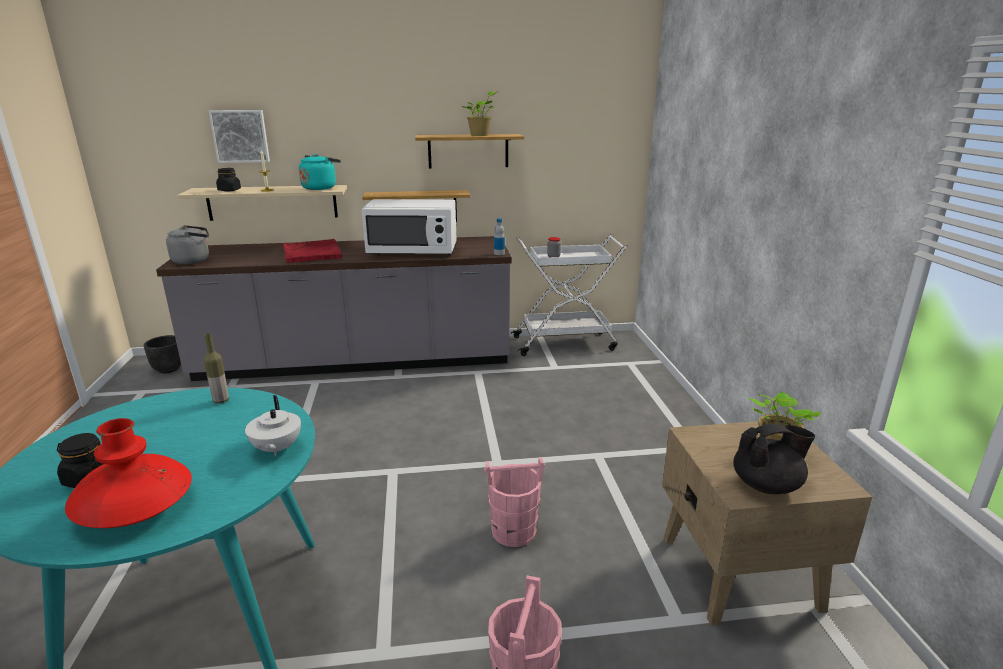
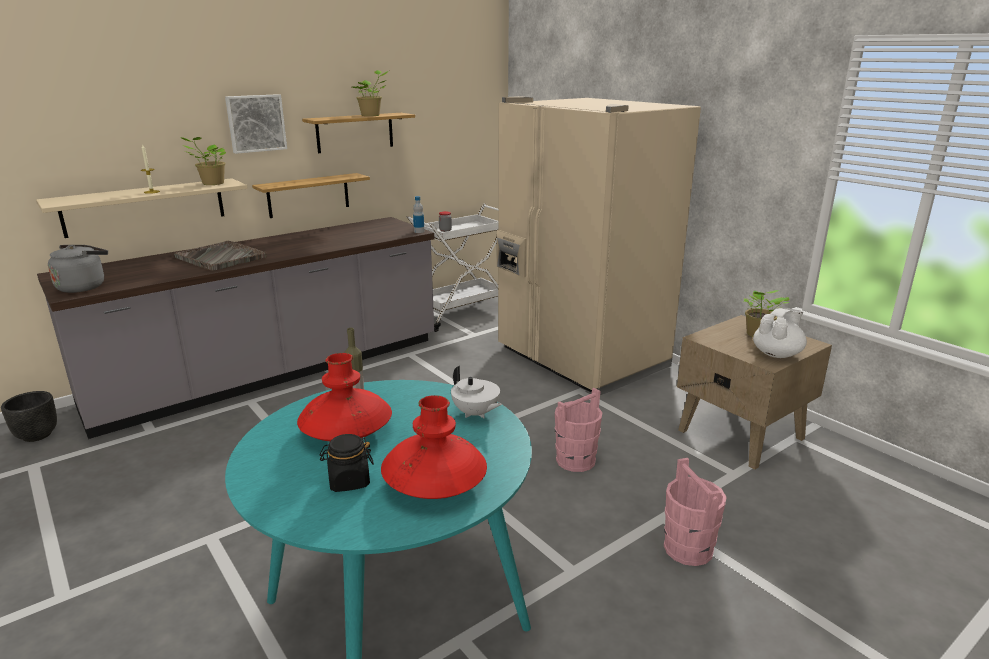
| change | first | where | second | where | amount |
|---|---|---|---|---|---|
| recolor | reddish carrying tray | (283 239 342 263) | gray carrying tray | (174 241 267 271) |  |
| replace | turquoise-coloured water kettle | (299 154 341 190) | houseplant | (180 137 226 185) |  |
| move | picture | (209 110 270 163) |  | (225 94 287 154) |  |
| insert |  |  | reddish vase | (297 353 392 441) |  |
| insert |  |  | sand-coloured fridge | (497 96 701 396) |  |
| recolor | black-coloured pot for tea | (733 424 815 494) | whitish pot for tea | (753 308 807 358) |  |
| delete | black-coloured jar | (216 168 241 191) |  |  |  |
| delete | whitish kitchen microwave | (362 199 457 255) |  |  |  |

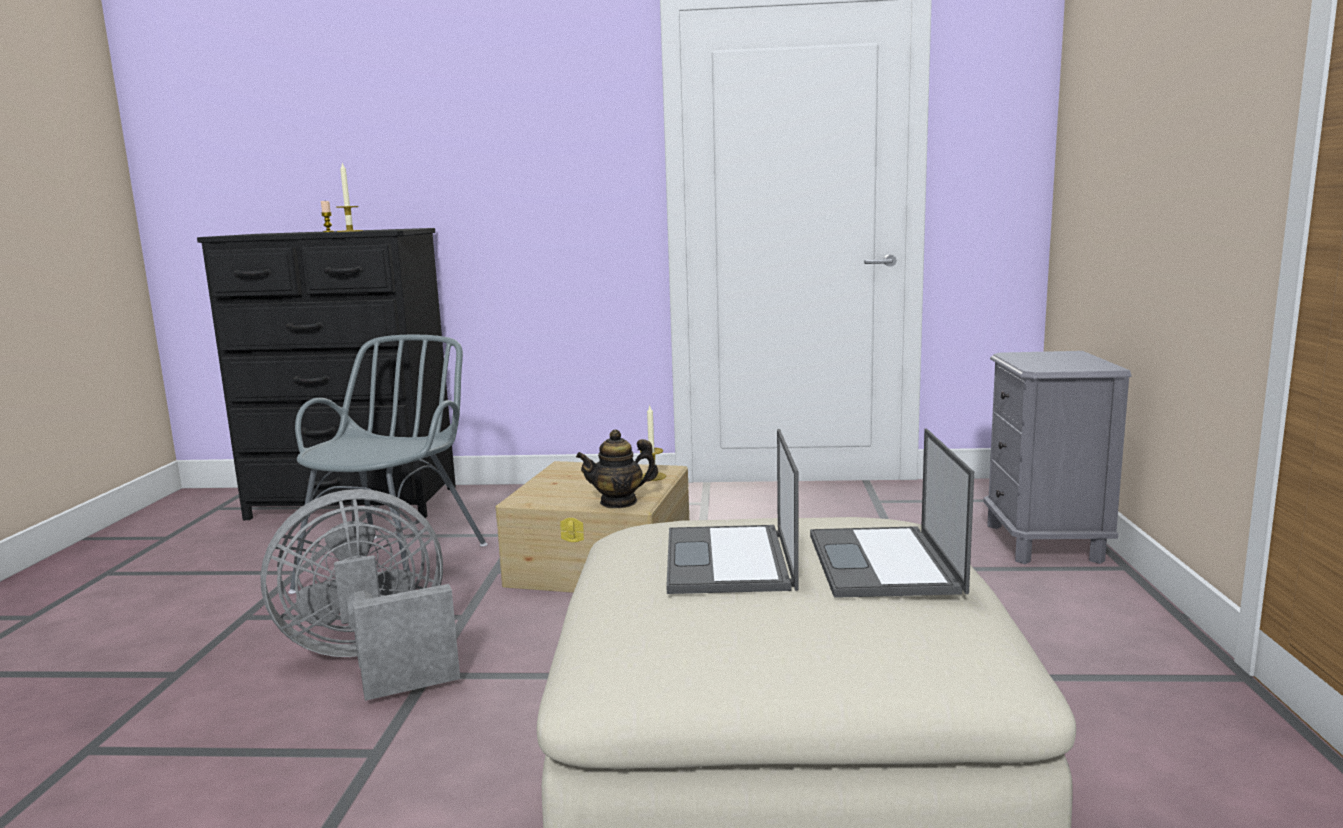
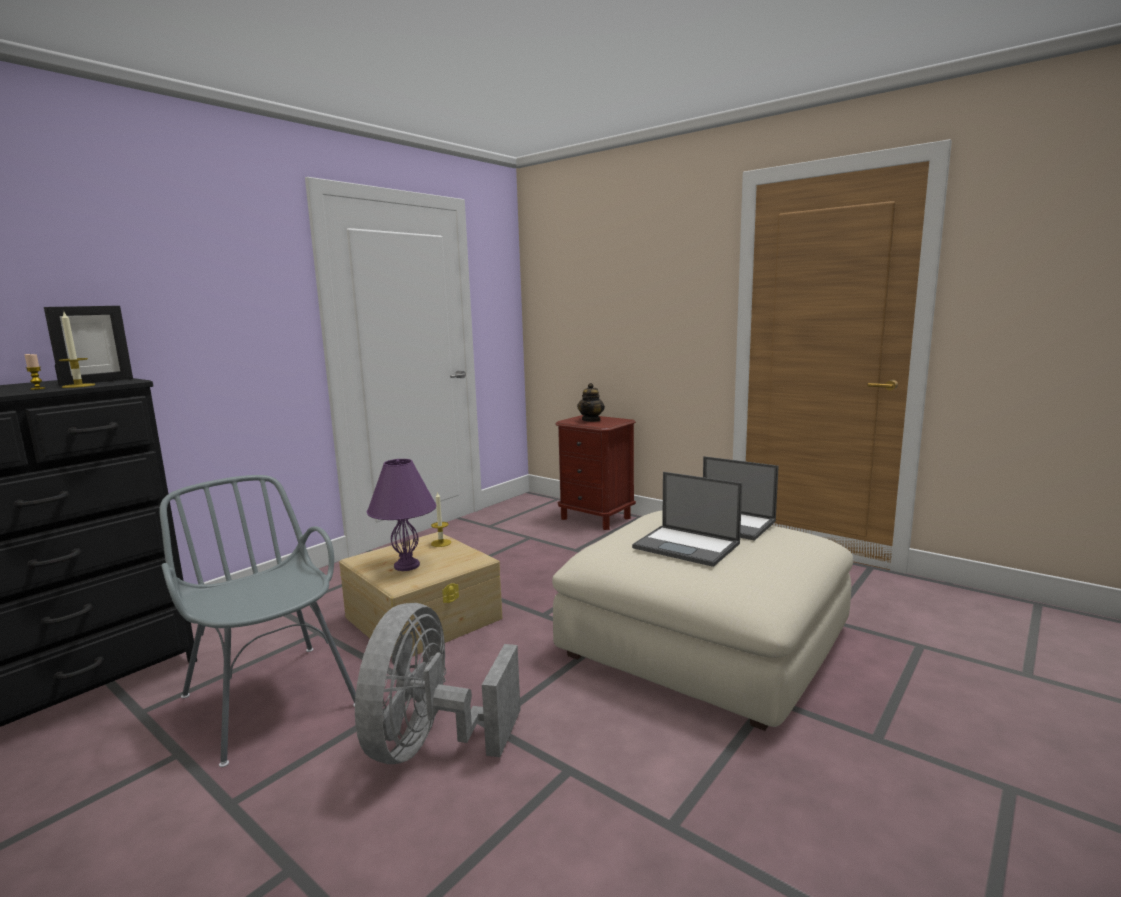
| change | first | where | second | where | amount |
|---|---|---|---|---|---|
| insert |  |  | photo frame | (44 306 133 386) |  |
| insert |  |  | purple-coloured tabletop lamp | (367 459 436 571) |  |
| recolor | gray nightstand | (983 351 1131 564) | brown nightstand | (555 415 636 530) |  |
| move | pot for tea | (576 430 658 508) |  | (577 383 605 422) |  |

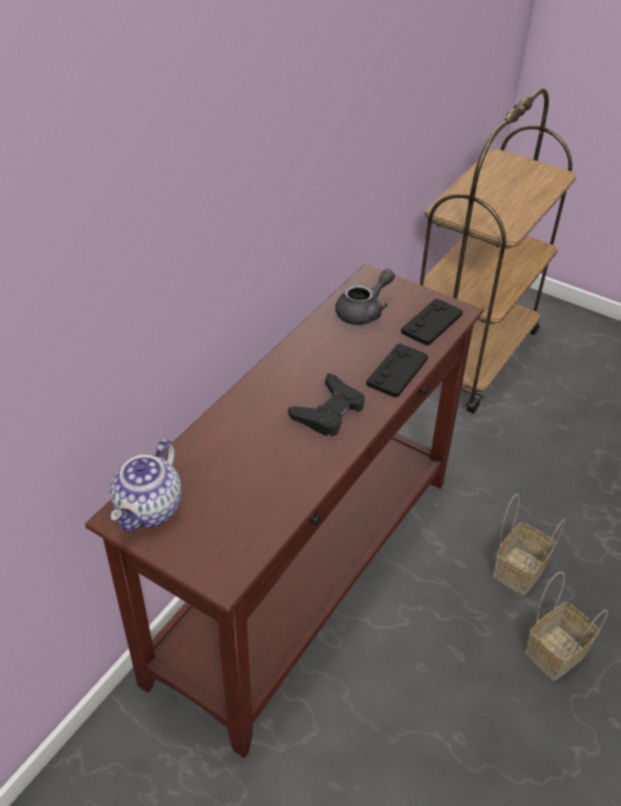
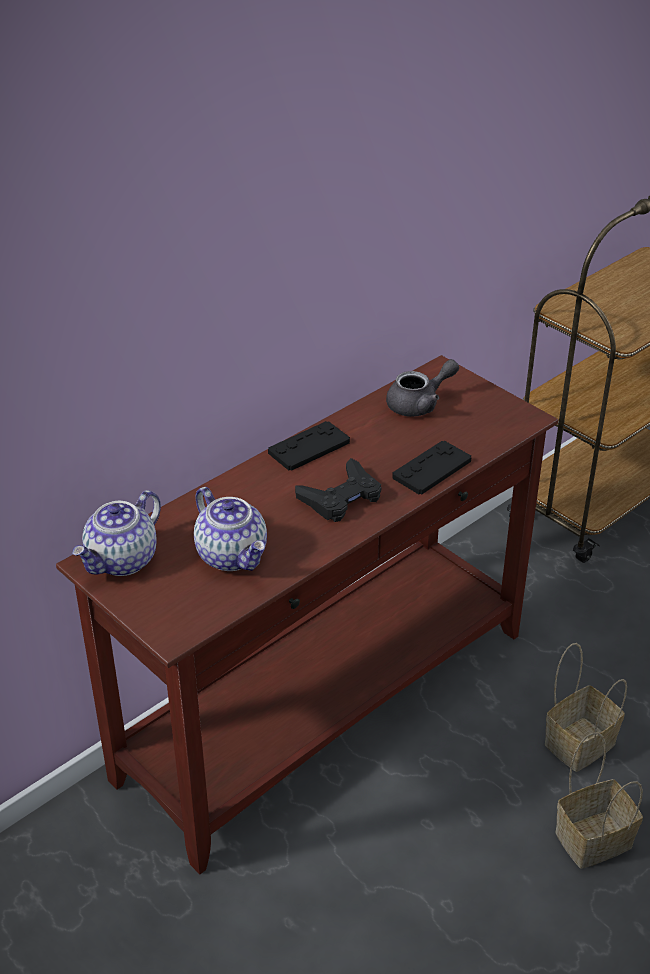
| change | first | where | second | where | amount |
|---|---|---|---|---|---|
| insert |  |  | pot for tea | (194 487 267 571) |  |
| move | black-coloured gamepad | (401 299 463 346) |  | (268 421 350 471) |  |

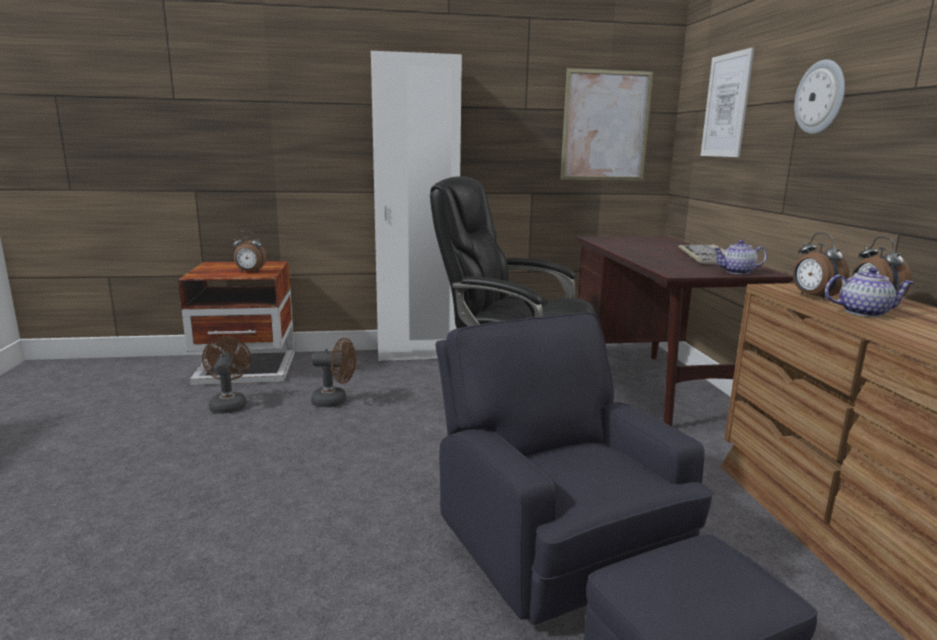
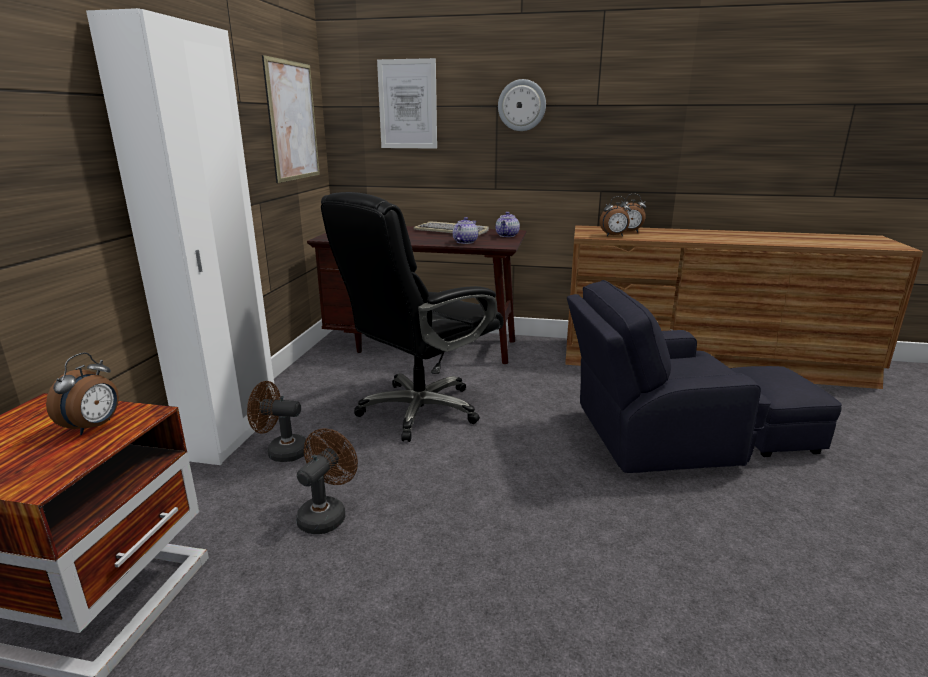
| change | first | where | second | where | amount |
|---|---|---|---|---|---|
| move | brown fan | (202 336 251 414) |  | (247 381 308 462) |  |
| move | pot for tea | (825 267 914 317) |  | (453 217 478 244) |  |

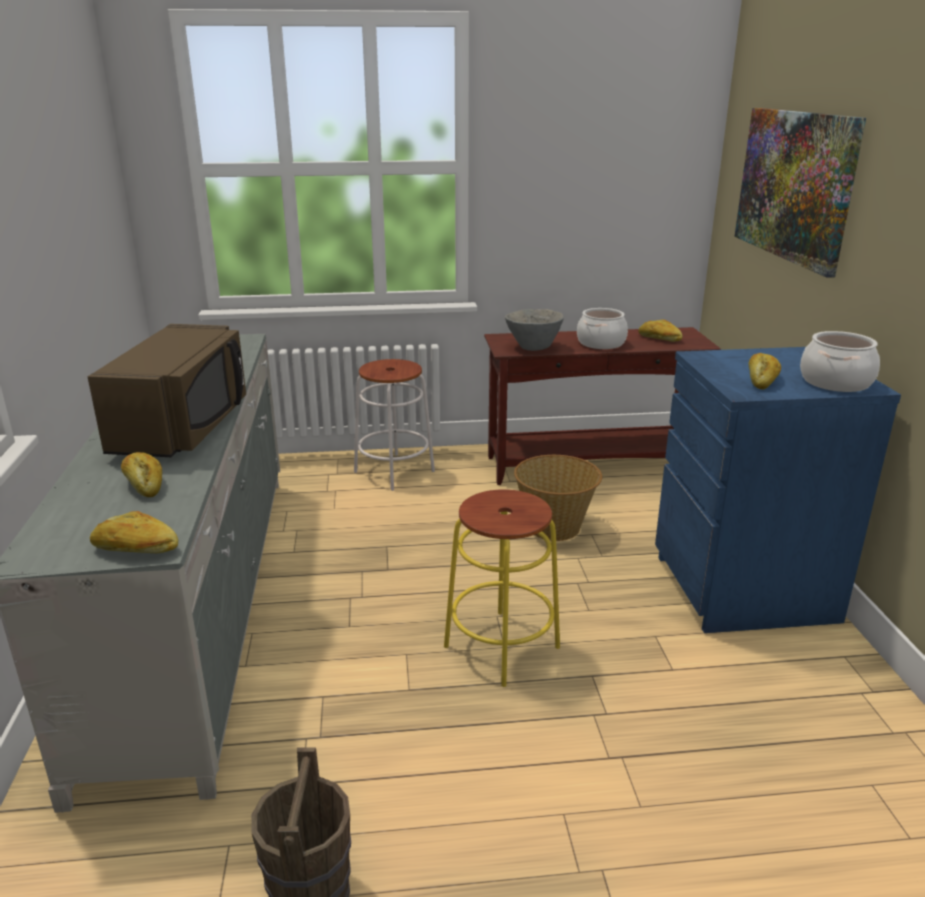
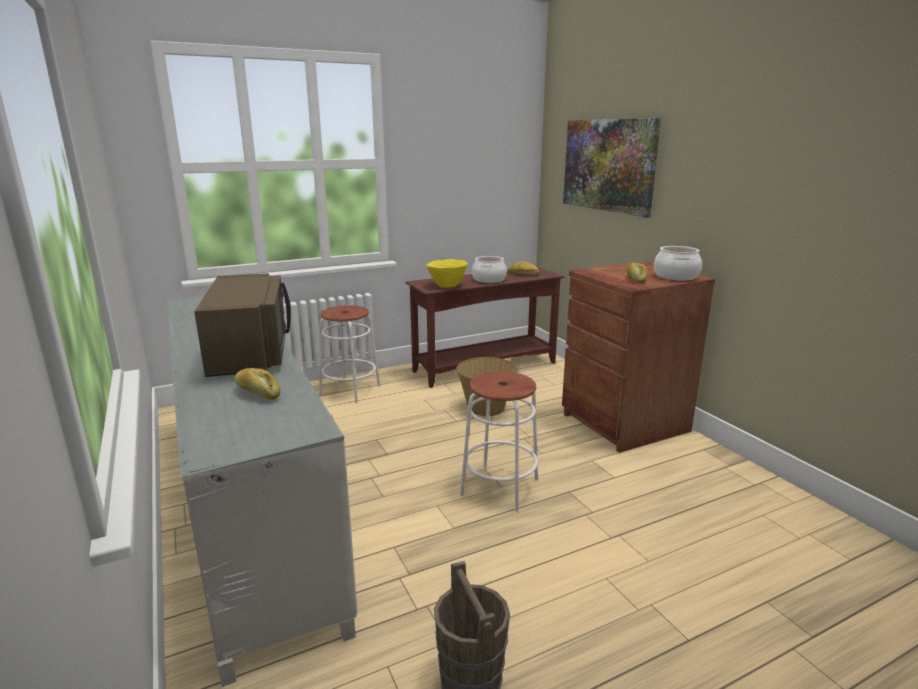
| change | first | where | second | where | amount |
|---|---|---|---|---|---|
| recolor | gray deep dish | (505 309 564 351) | yellow-coloured deep dish | (426 259 468 288) |  |
| recolor | yellow-coloured stool seat | (444 489 560 687) | whitish stool seat | (460 371 538 511) |  |
| recolor | bluish chest of drawers | (655 347 901 633) | brown chest of drawers | (562 261 715 453) |  |
| delete | bakery bread | (90 511 178 553) |  |  |  |

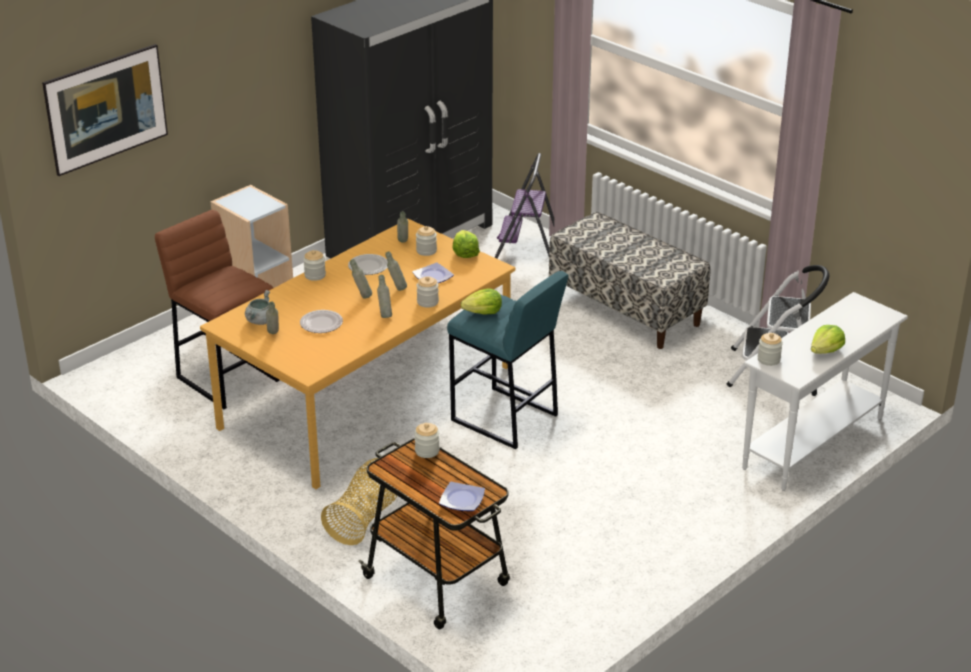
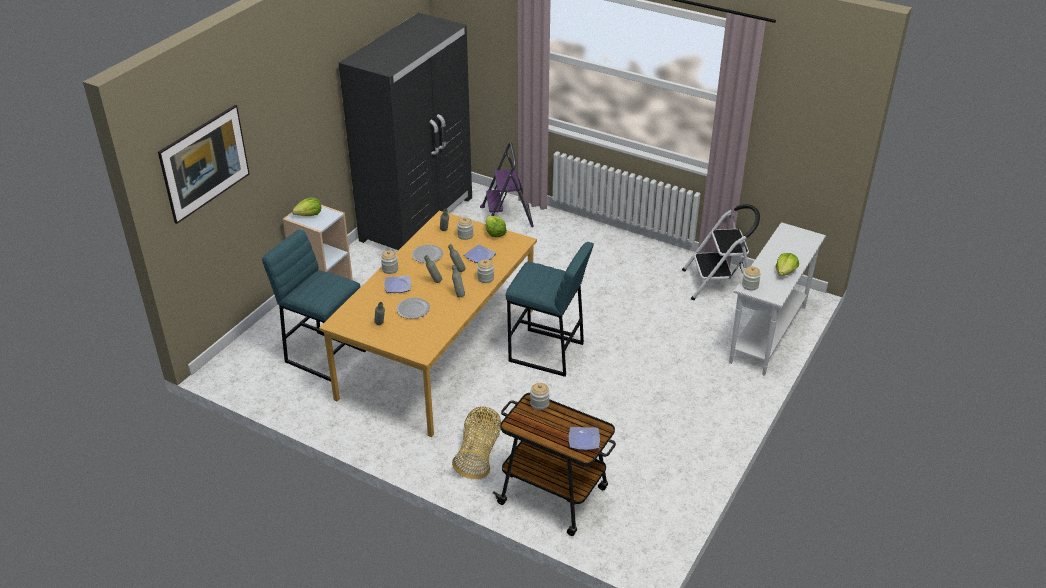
| change | first | where | second | where | amount |
|---|---|---|---|---|---|
| recolor | brown stool seat | (155 210 279 409) | turquoise-coloured stool seat | (262 230 366 382) |  |
| move | lettuce head | (461 289 502 315) |  | (292 197 321 216) |  |
| insert |  |  | dinner plate | (385 275 411 293) |  |
| delete | gray saucepot | (245 290 270 325) |  |  |  |
| delete | long seat | (549 212 711 349) |  |  |  |

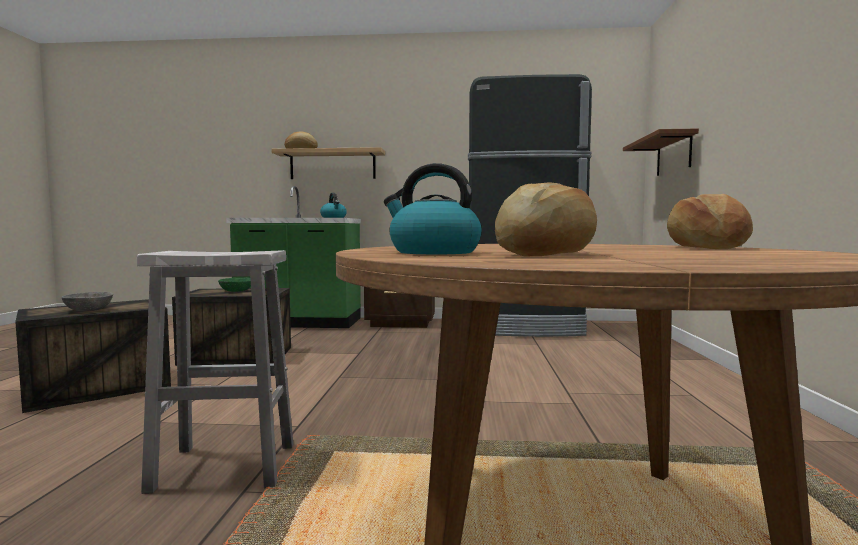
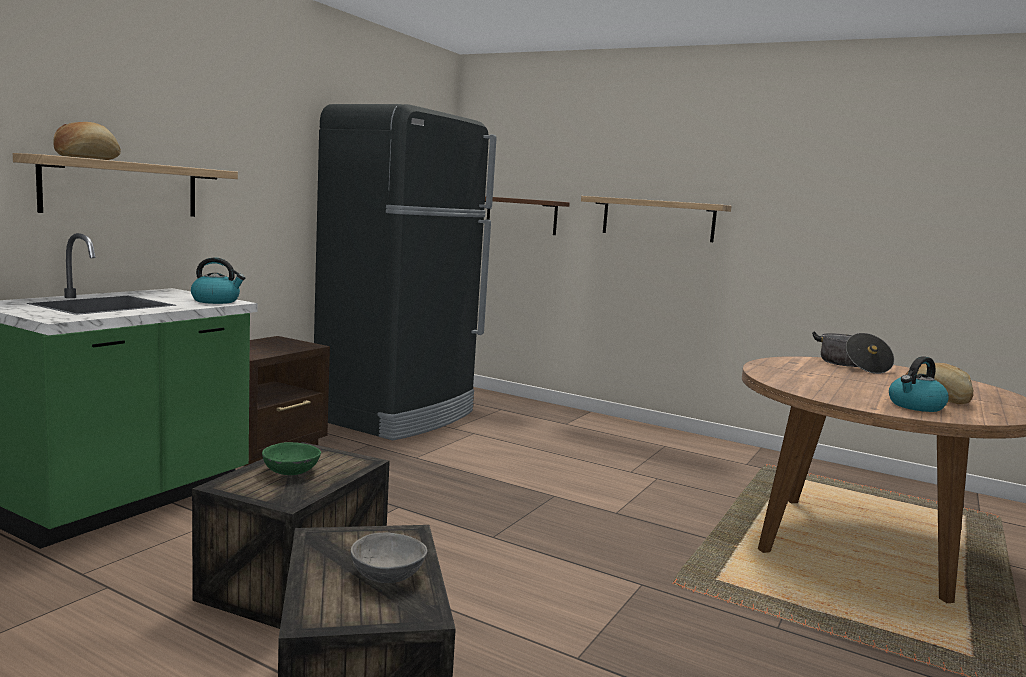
| change | first | where | second | where | amount |
|---|---|---|---|---|---|
| insert |  |  | bracket shelf | (581 196 732 242) |  |
| replace | bakery bread | (667 194 753 249) | saucepot | (812 331 894 374) |  |
| delete | whitish stool seat | (137 250 294 494) |  |  |  |

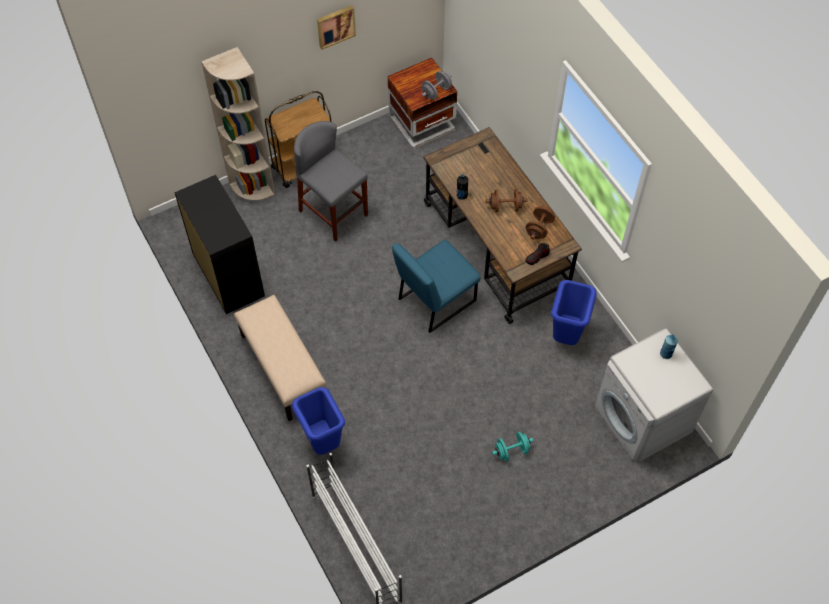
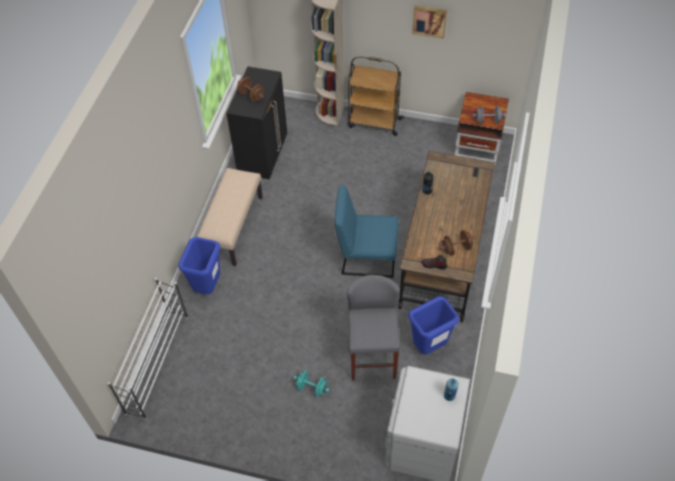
| change | first | where | second | where | amount |
|---|---|---|---|---|---|
| move | brown free weight | (485 189 527 212) |  | (237 77 264 102) |  |
| move | gray stool seat | (294 121 368 242) |  | (347 275 400 380) |  |

